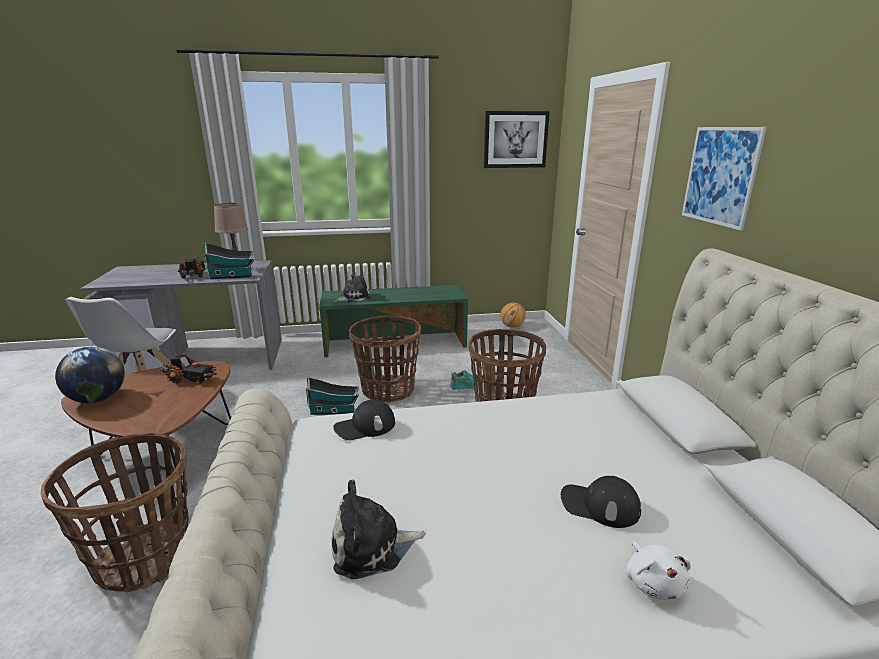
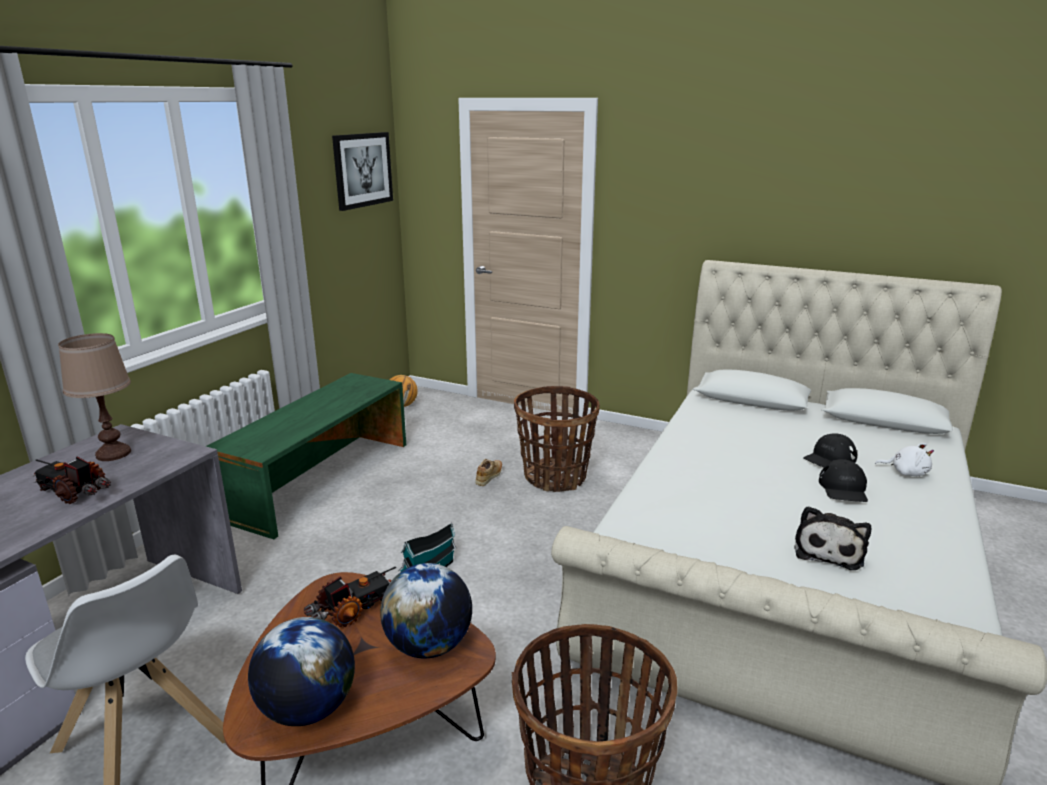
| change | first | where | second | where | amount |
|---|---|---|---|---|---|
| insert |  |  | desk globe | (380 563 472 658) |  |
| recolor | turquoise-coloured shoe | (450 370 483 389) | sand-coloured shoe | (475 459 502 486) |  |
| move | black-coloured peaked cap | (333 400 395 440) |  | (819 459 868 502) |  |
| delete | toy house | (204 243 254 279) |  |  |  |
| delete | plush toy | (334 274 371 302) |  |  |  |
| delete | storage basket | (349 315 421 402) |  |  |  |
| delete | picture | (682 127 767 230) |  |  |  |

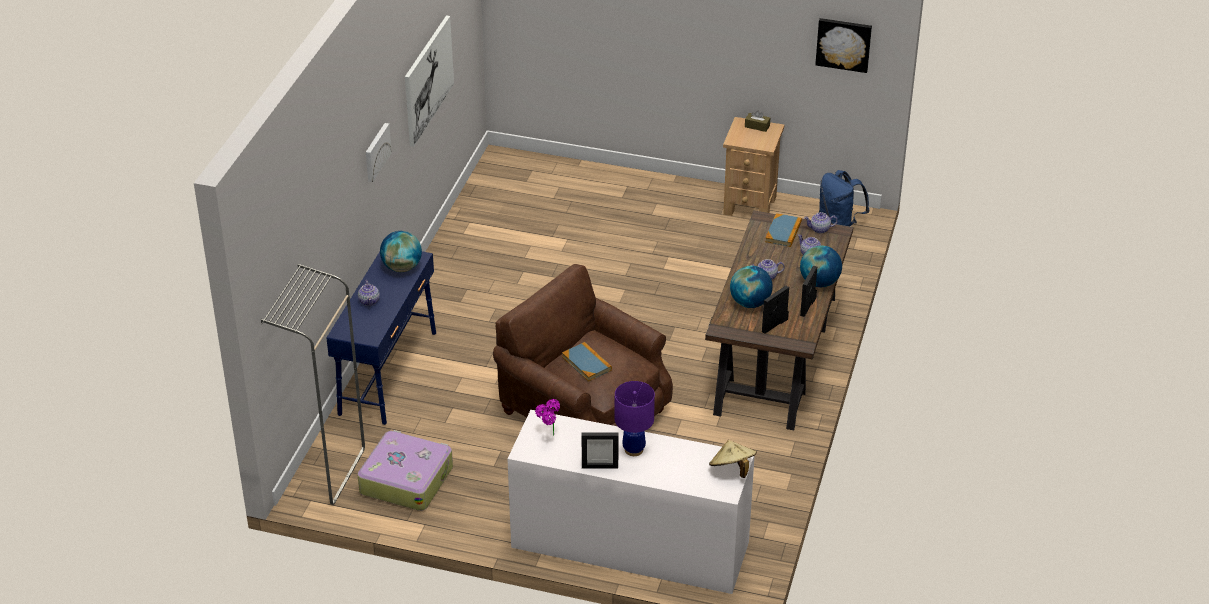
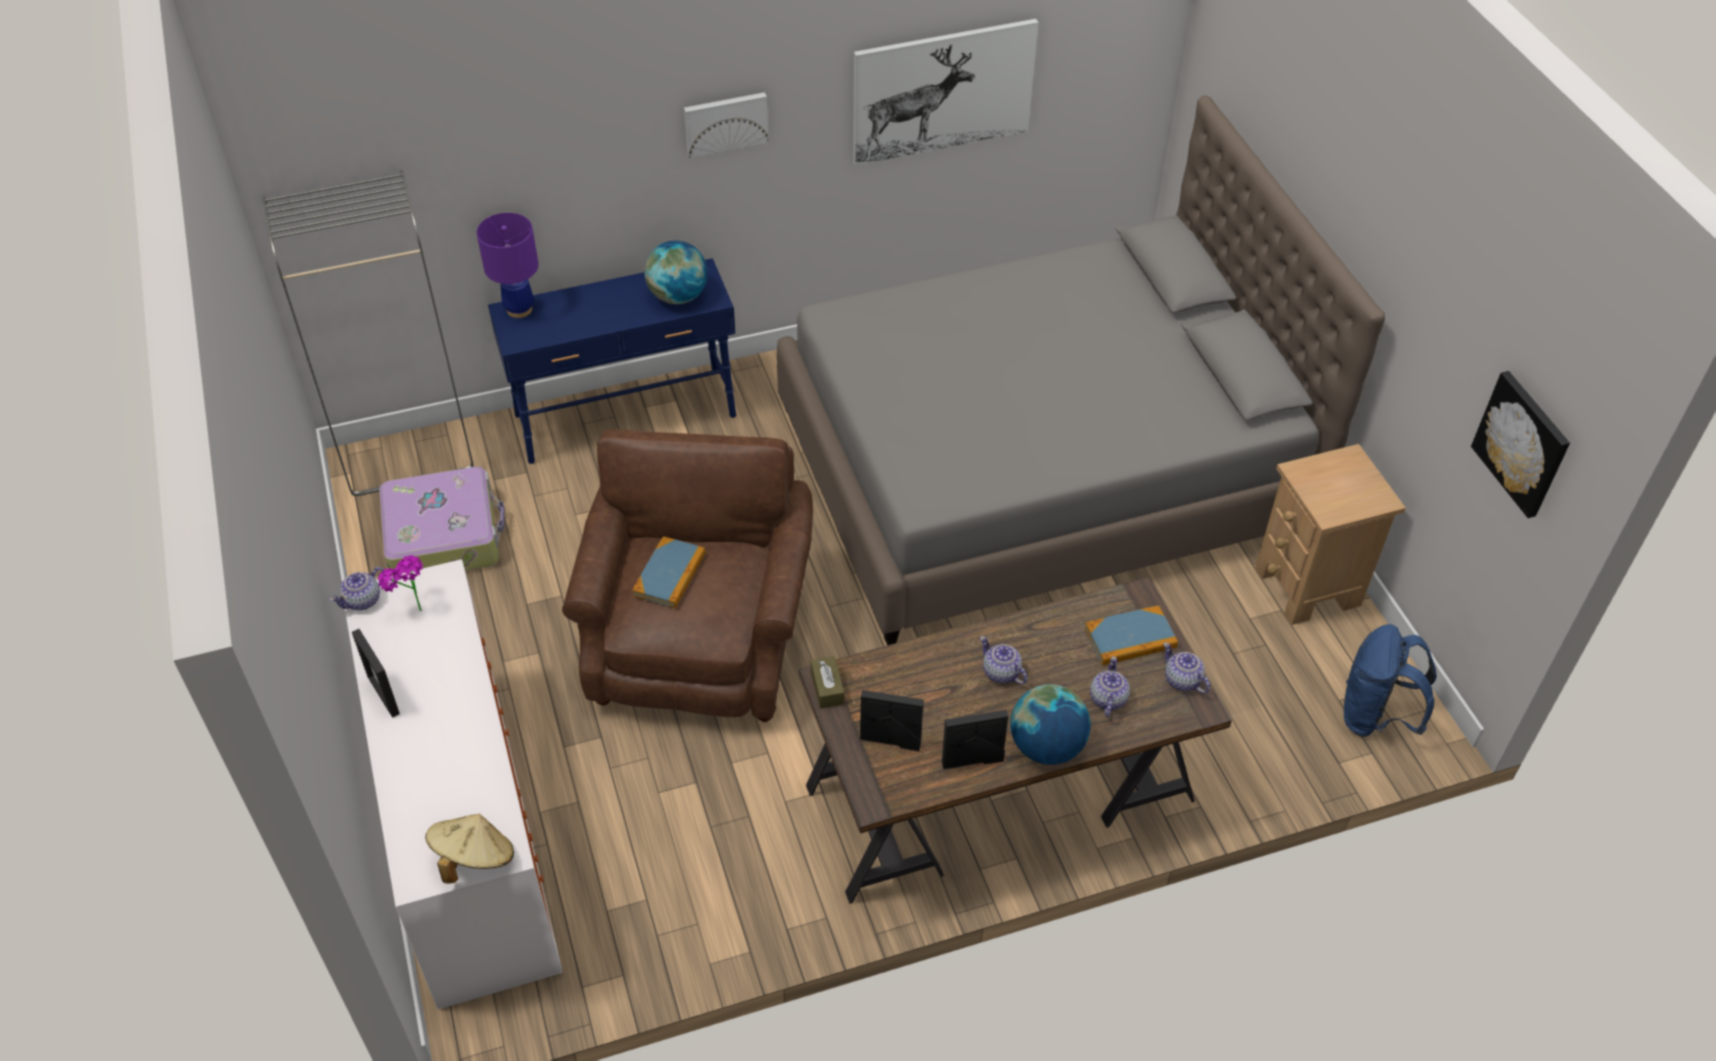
| change | first | where | second | where | amount |
|---|---|---|---|---|---|
| move | pot for tea | (358 280 380 306) |  | (330 567 384 610) |  |
| move | purple-coloured tabletop lamp | (615 381 655 456) |  | (477 213 539 318) |  |
| insert |  |  | gray bedroom bed | (777 95 1385 645) |  |
| move | brown tissue box | (745 111 770 132) |  | (811 656 844 709) |  |
| delete | desk globe | (730 266 773 308) |  |  |  |

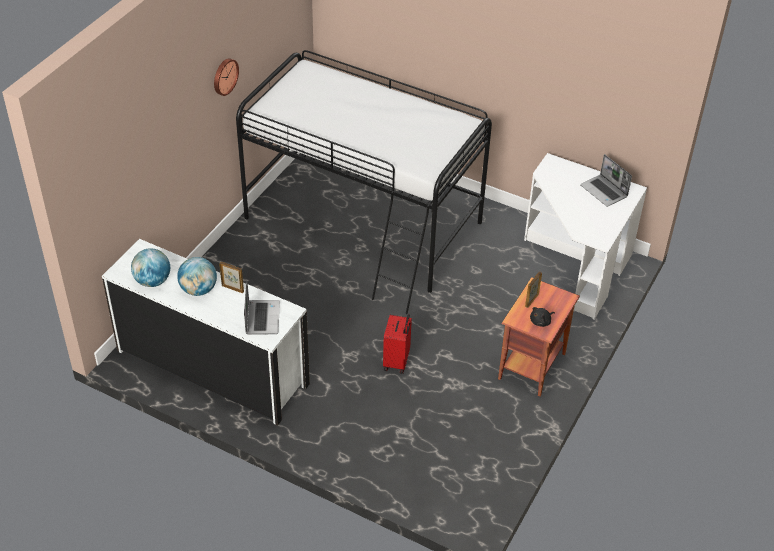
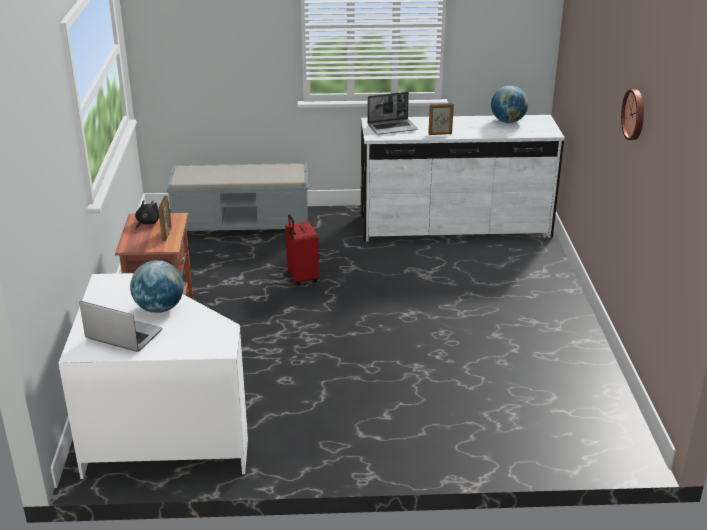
| change | first | where | second | where | amount |
|---|---|---|---|---|---|
| move | desk globe | (177 257 217 296) |  | (130 260 184 313) |  |
| insert |  |  | gray long seat | (167 163 308 231) |  |
| rotate | notebook computer | (244 281 280 335) |  | (367 92 418 135) | 75 degrees counterclockwise |
| delete | black-coloured bedroom bed | (236 50 492 314) |  |  |  |

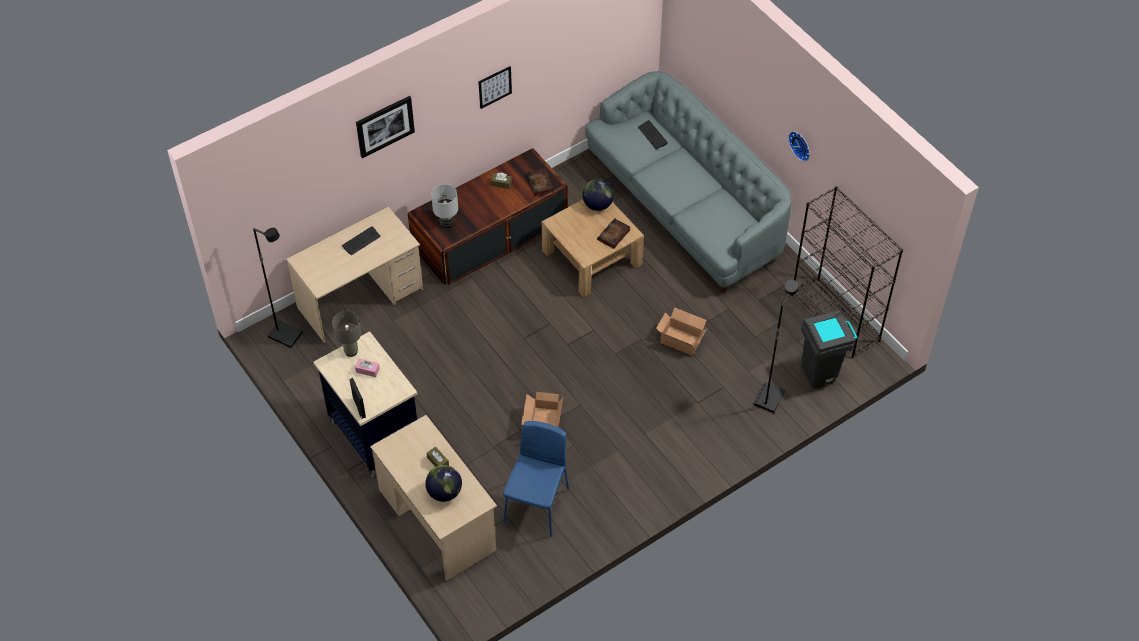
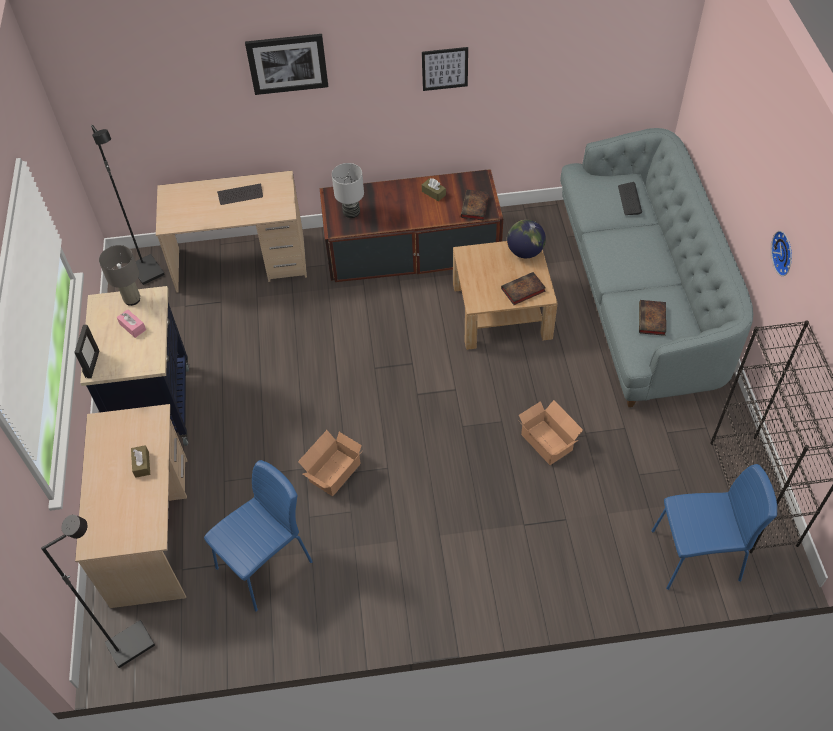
| change | first | where | second | where | amount |
|---|---|---|---|---|---|
| move | black-coloured standard lamp | (753 279 798 413) |  | (41 515 155 668) |  |
| insert |  |  | bound book | (639 300 666 336) |  |
| replace | gray waste bin | (801 310 858 389) | bluish plain chair | (651 464 777 590) |  |
| delete | desk globe | (425 465 462 502) |  |  |  |

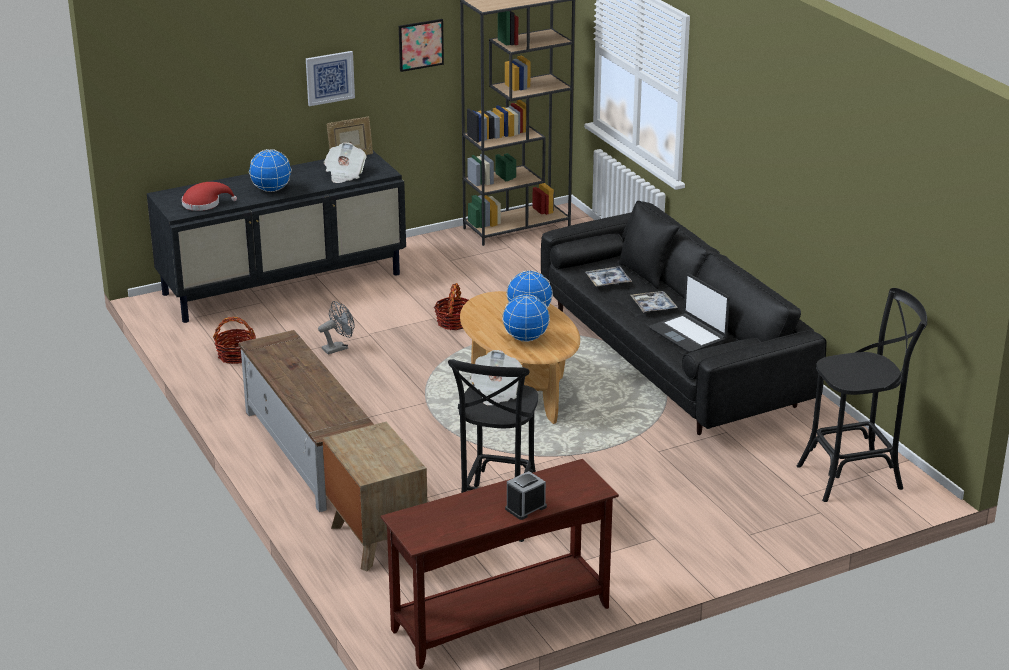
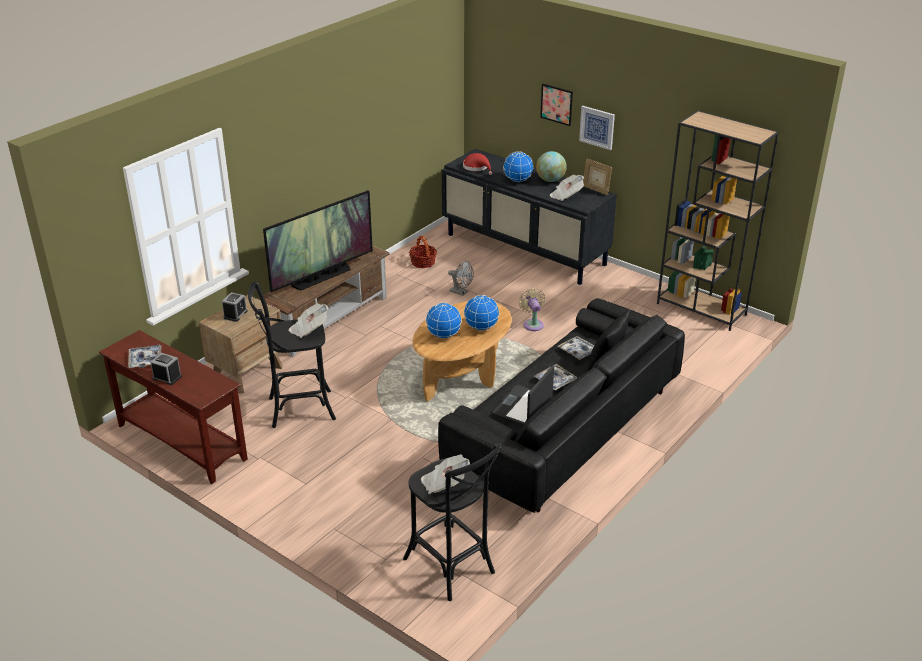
| change | first | where | second | where | amount |
|---|---|---|---|---|---|
| insert |  |  | carrying tray | (128 345 161 368) |  |
| insert |  |  | alarm clock | (222 292 247 322) |  |
| insert |  |  | TV | (263 190 373 292) |  |
| insert |  |  | daily paper | (421 454 470 494) |  |
| replace | storage basket | (434 283 468 330) | sand-coloured fan | (518 288 545 331) |  |
| insert |  |  | desk globe | (536 151 567 182) |  |
| move | picture | (399 19 444 72) |  | (540 84 573 126) |  |

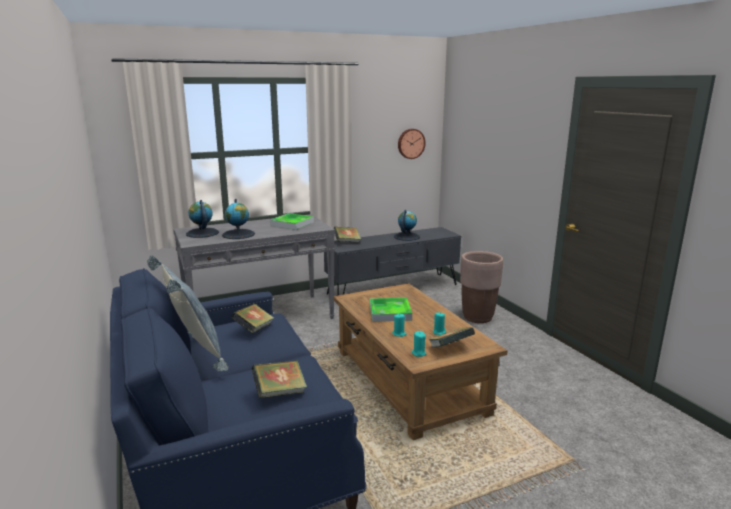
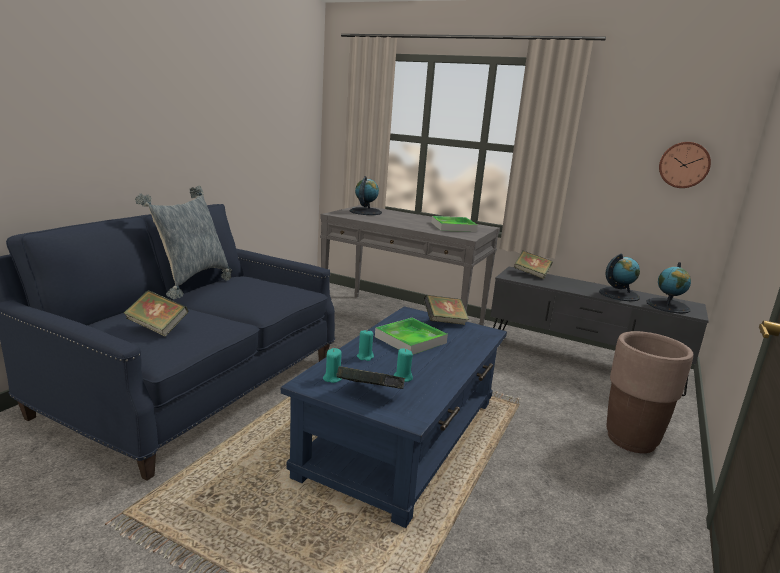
| change | first | where | second | where | amount |
|---|---|---|---|---|---|
| recolor | brown lounge table | (333 283 507 440) | bluish lounge table | (281 306 507 528) |  |
| move | bound book | (231 304 274 333) |  | (423 295 469 325) |  |
| move | desk globe | (222 199 255 239) |  | (647 262 691 314) |  |

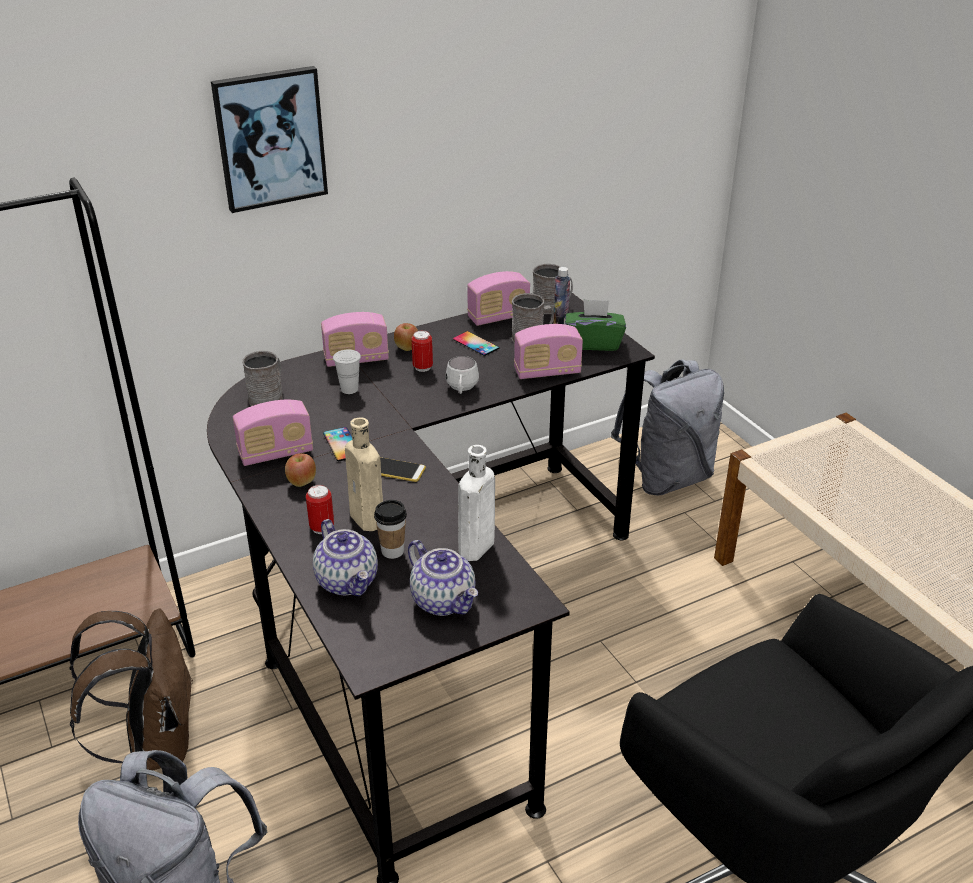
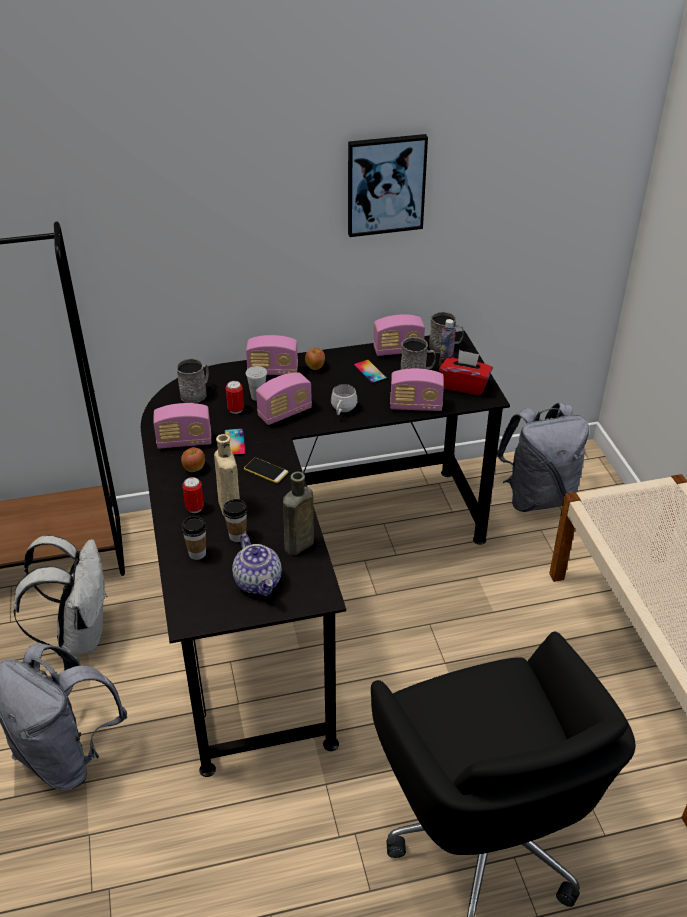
| change | first | where | second | where | amount |
|---|---|---|---|---|---|
| recolor | brown rucksack | (69 608 193 770) | whitish rucksack | (13 535 106 654) |  |
| replace | pot for tea | (313 519 378 597) | cup | (182 516 207 560) |  |
| move | metal can | (412 330 433 372) |  | (226 381 244 414) |  |
| insert |  |  | radio receiver | (256 372 312 425) |  |
| recolor | whitish bottle | (458 445 495 561) | brown bottle | (283 472 314 555) |  |
| move | picture | (211 66 328 213) |  | (348 134 428 237) |  |
| recolor | green-coloured tissue box | (565 299 626 351) | reddish tissue box | (439 350 493 395) |  |

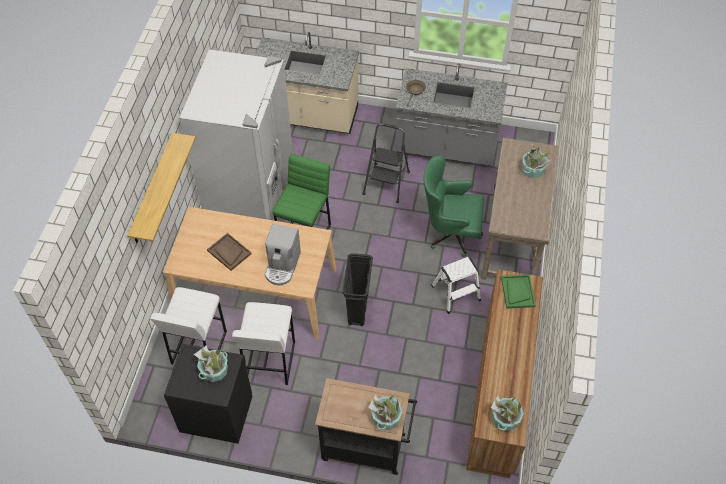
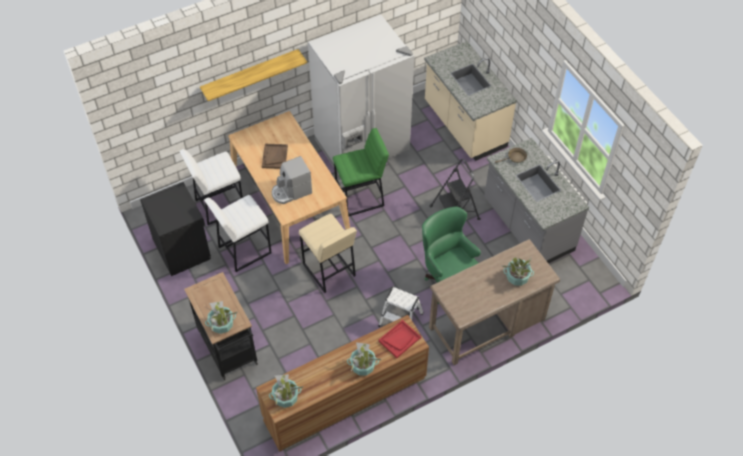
| change | first | where | second | where | amount |
|---|---|---|---|---|---|
| replace | black-coloured waste bin | (342 253 373 326) | sand-coloured stool seat | (299 214 357 293) |  |
| move | houseplant | (194 345 228 382) |  | (347 342 381 376) |  |
| recolor | green-coloured carrying tray | (501 274 536 309) | reddish carrying tray | (379 320 421 358) |  |

